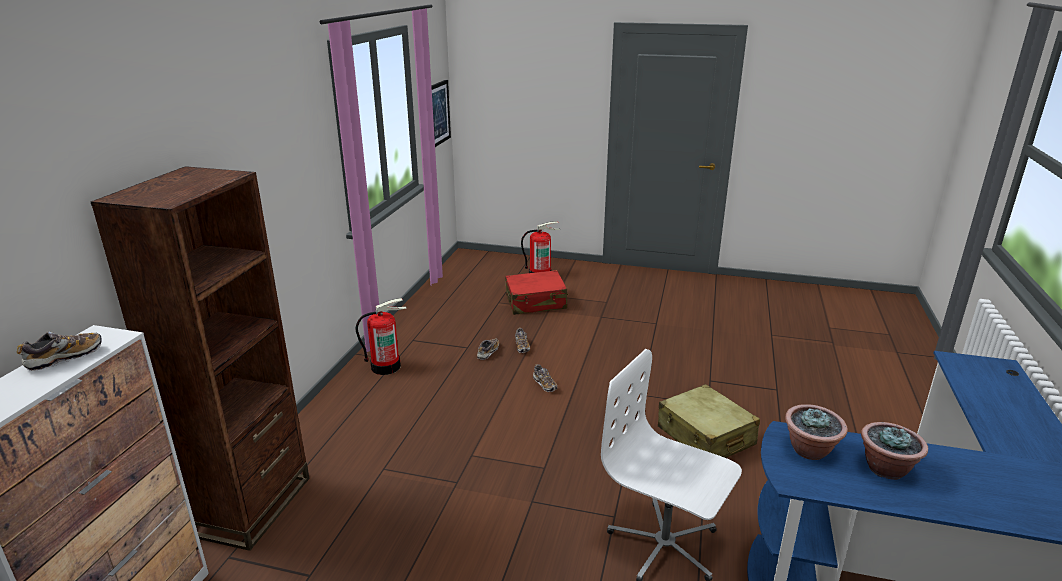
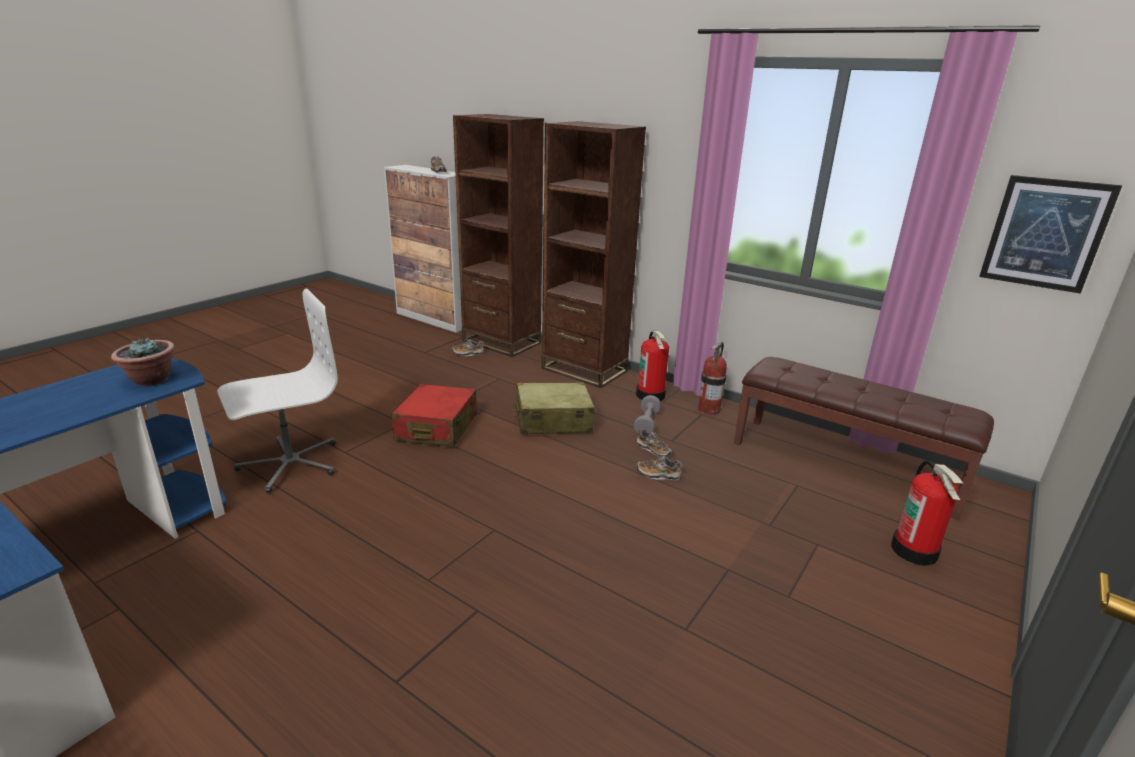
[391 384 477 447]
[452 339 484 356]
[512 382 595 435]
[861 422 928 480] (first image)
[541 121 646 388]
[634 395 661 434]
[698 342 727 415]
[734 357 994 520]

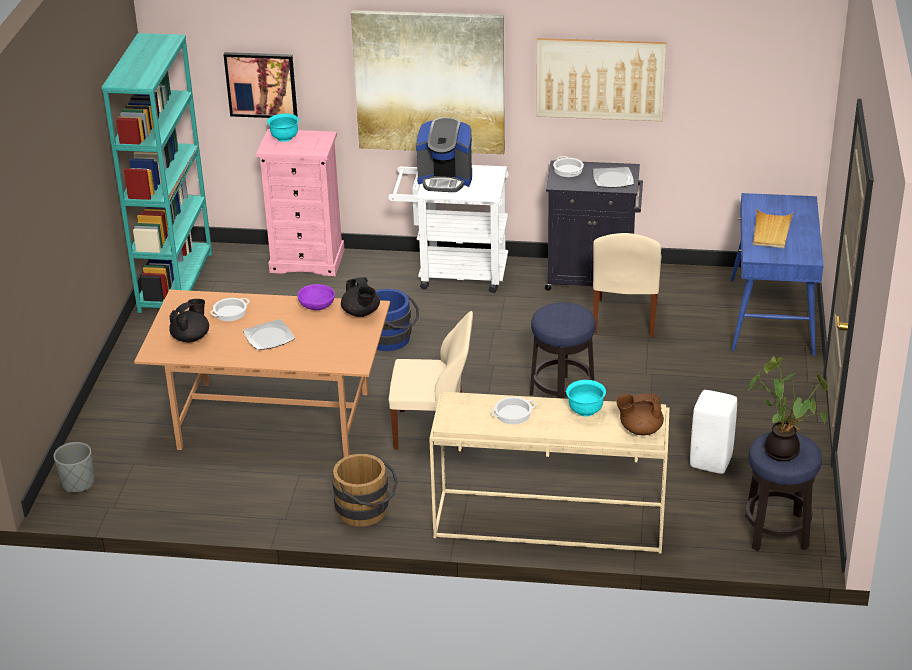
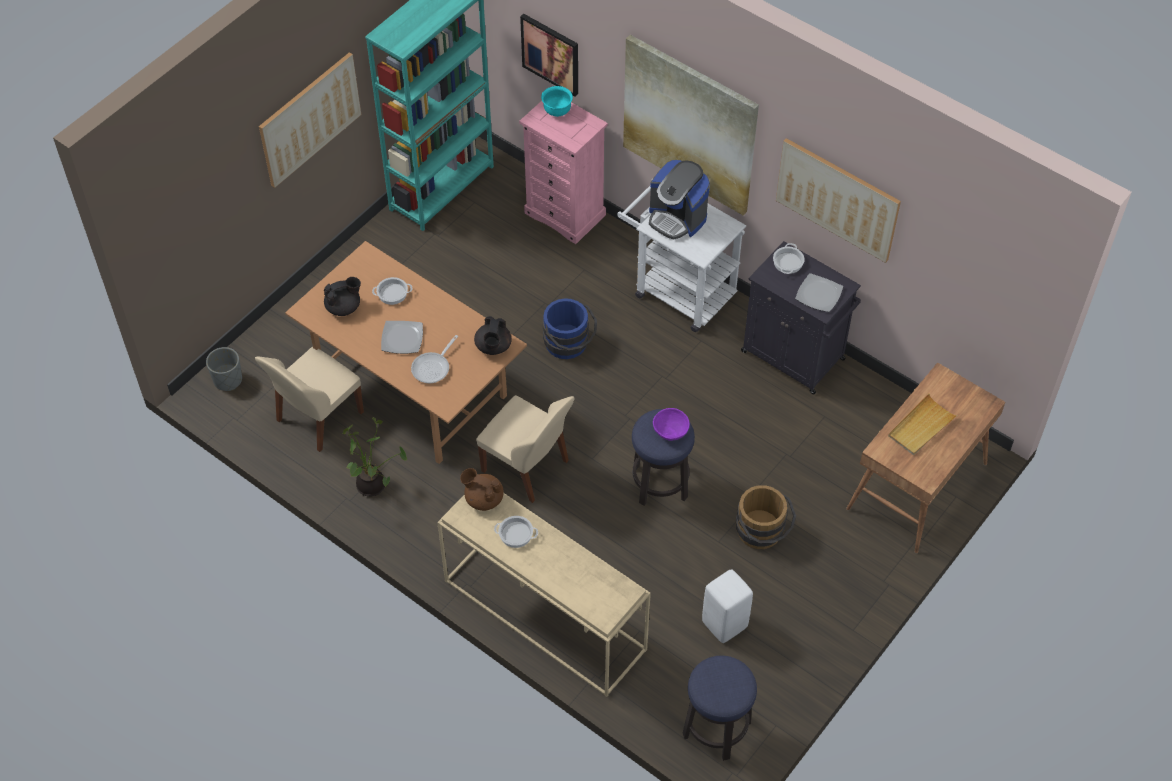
[653 408 690 441]
[736 485 796 549]
[566 380 606 416] (first image)
[255 346 364 452]
[460 468 504 511]
[846 362 1005 553]
[343 417 407 496]
[259 52 361 188]
[411 335 458 384]

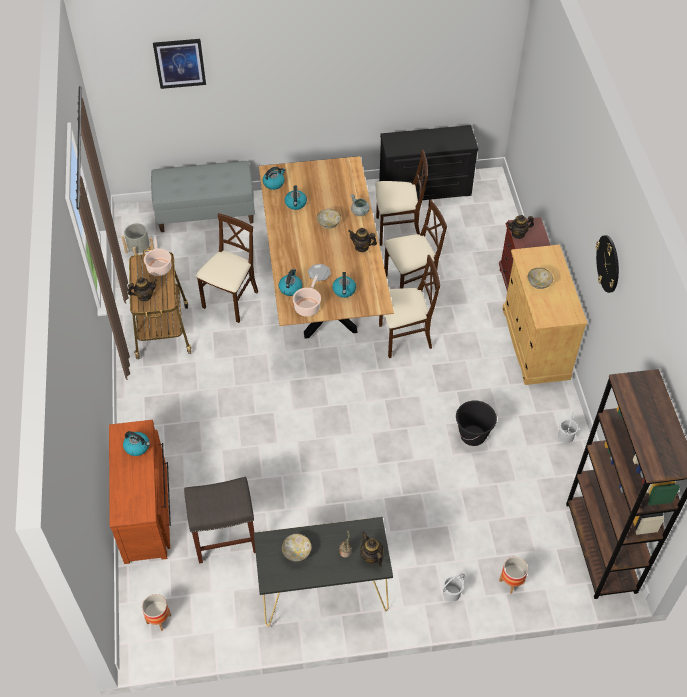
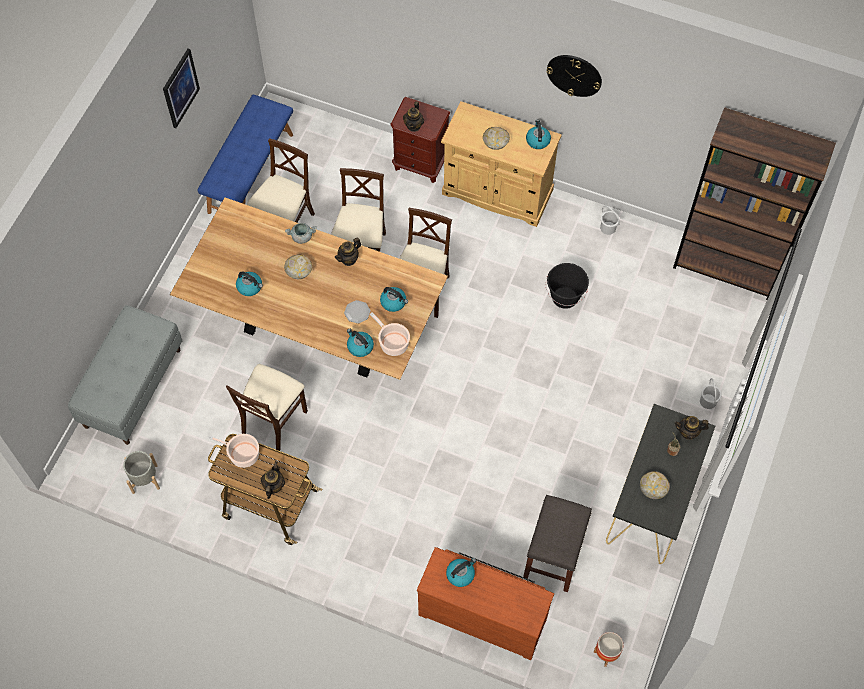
[163 49 200 128]
[226 364 308 451]
[526 120 551 149]
[197 95 293 214]
[499 557 528 594] (first image)

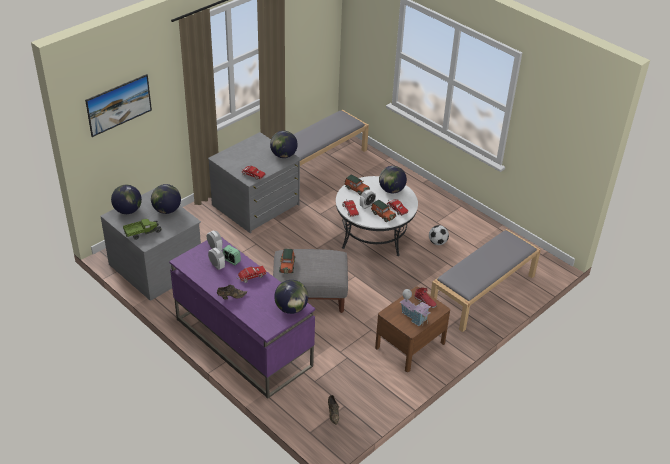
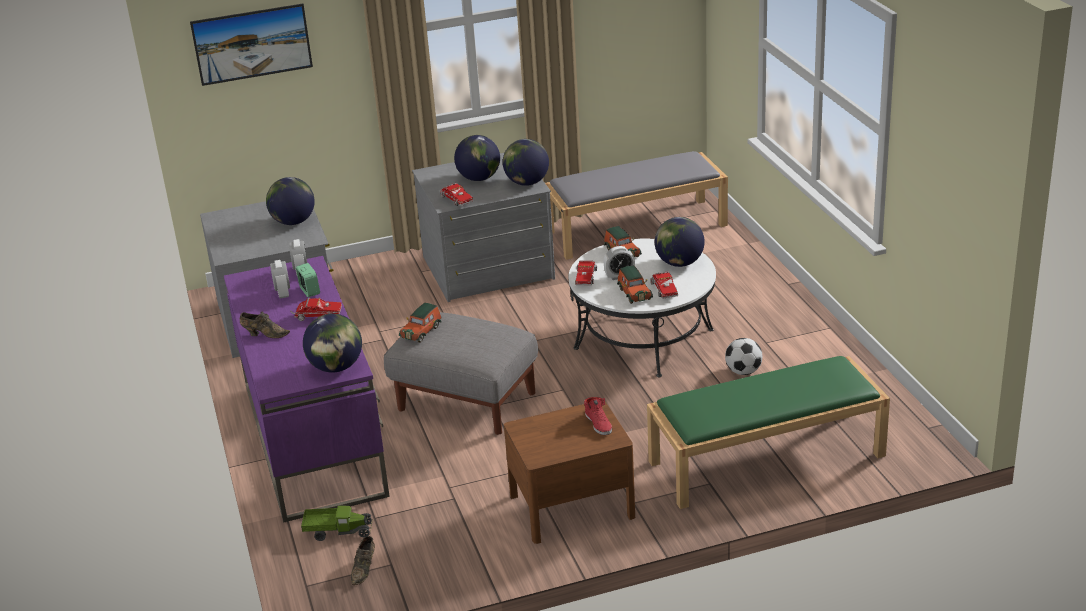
[454 135 500 181]
[301 506 373 541]
[400 289 430 326] (first image)
[647 356 890 509]

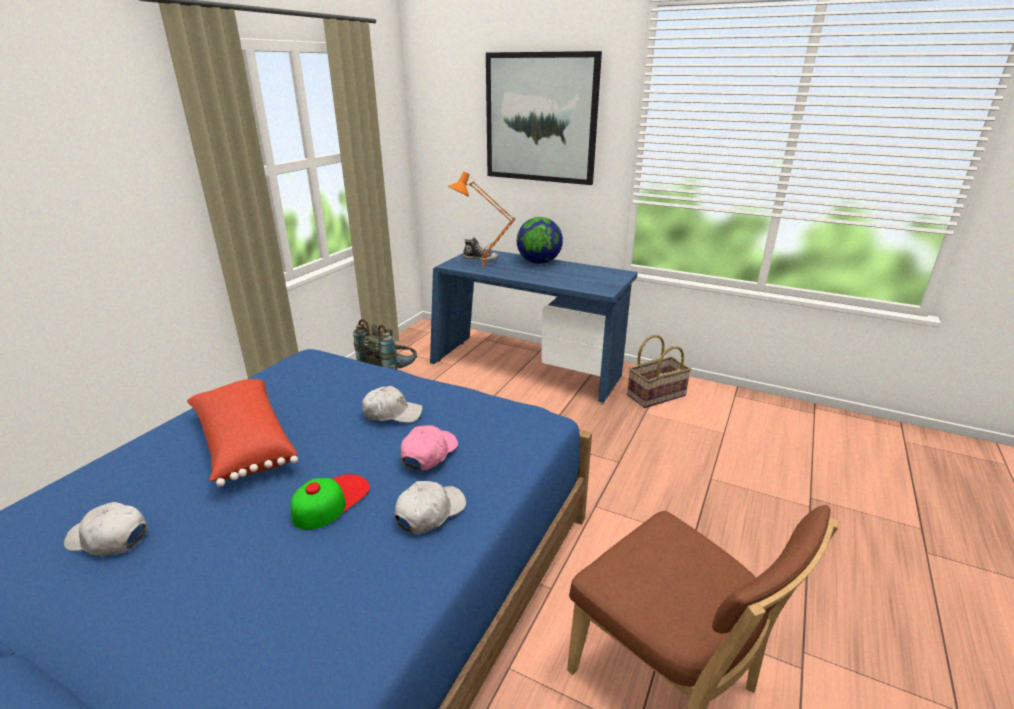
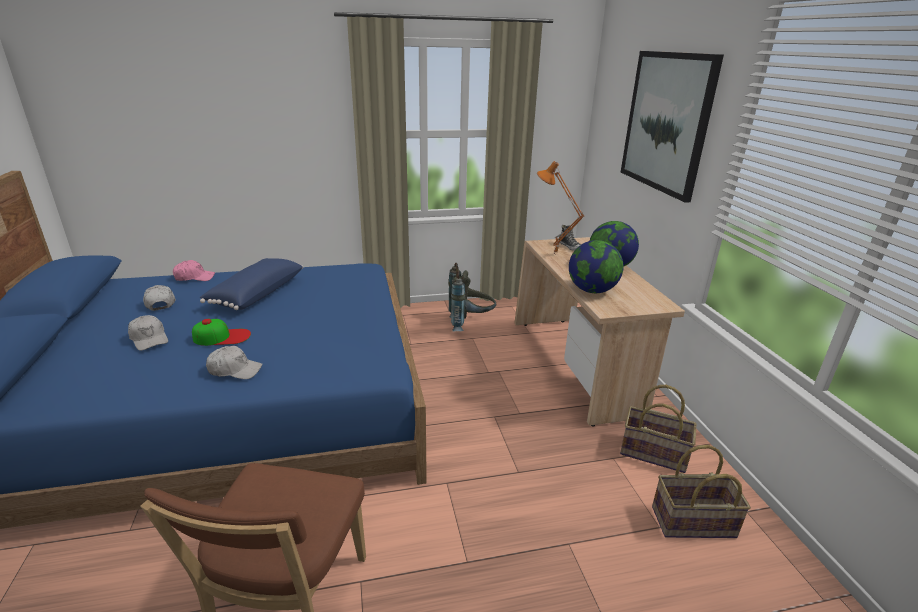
[200 258 303 310]
[128 315 168 351]
[173 260 215 281]
[515 237 685 426]
[569 240 624 293]
[652 445 751 538]

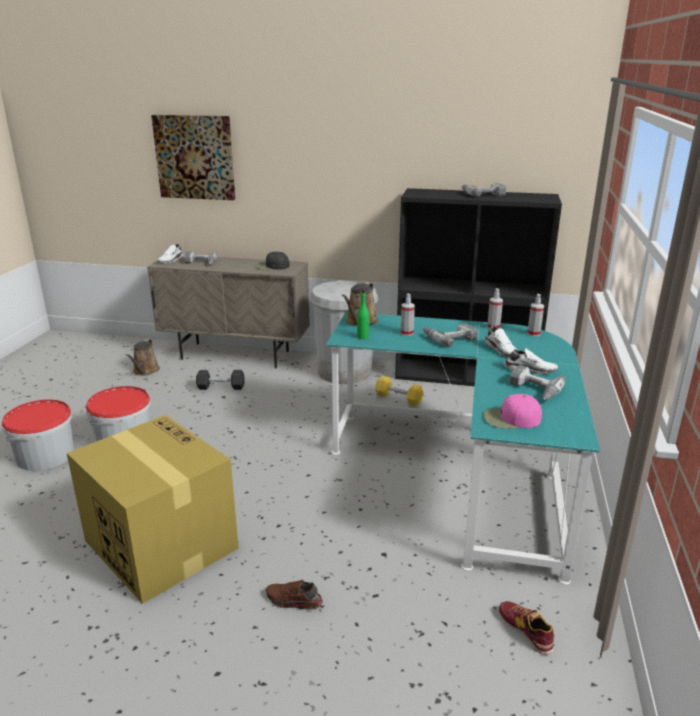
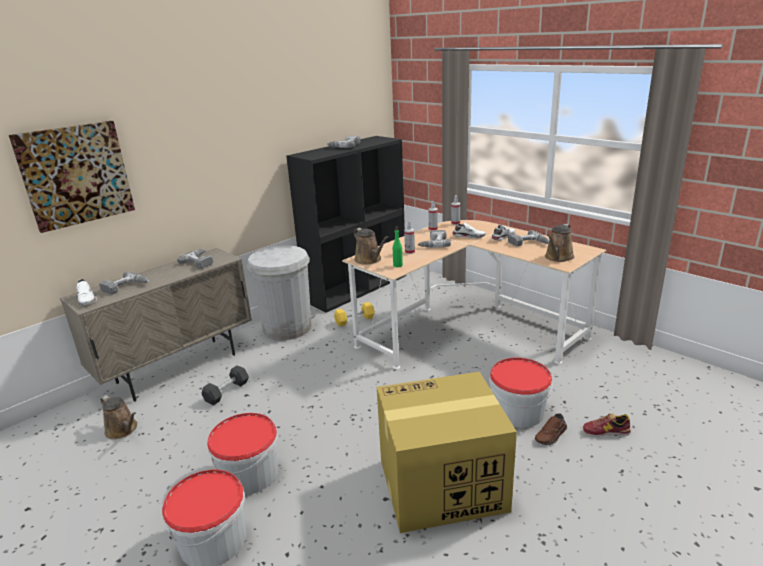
[177 249 213 269]
[342 220 606 369]
[545 224 574 262]
[583 413 631 437]
[489 357 553 428]

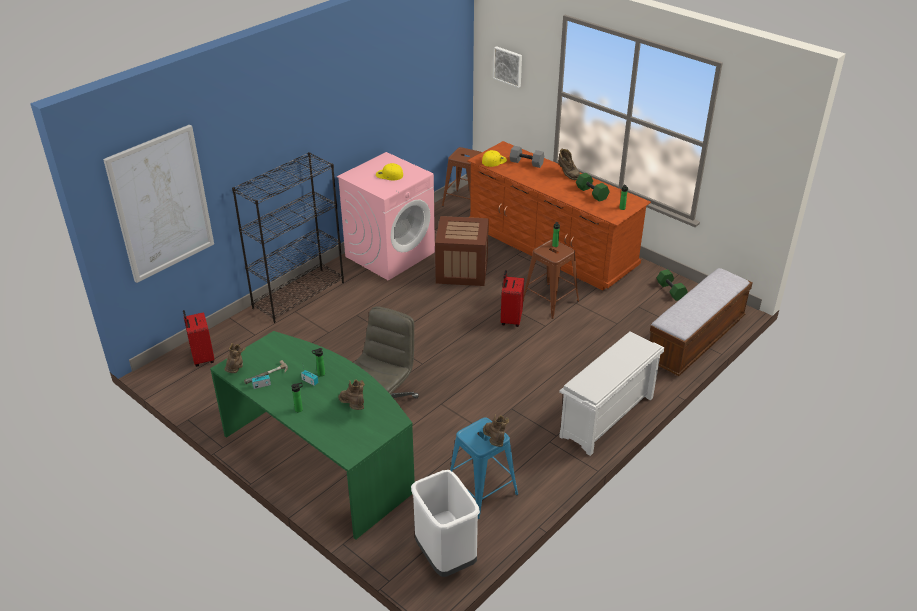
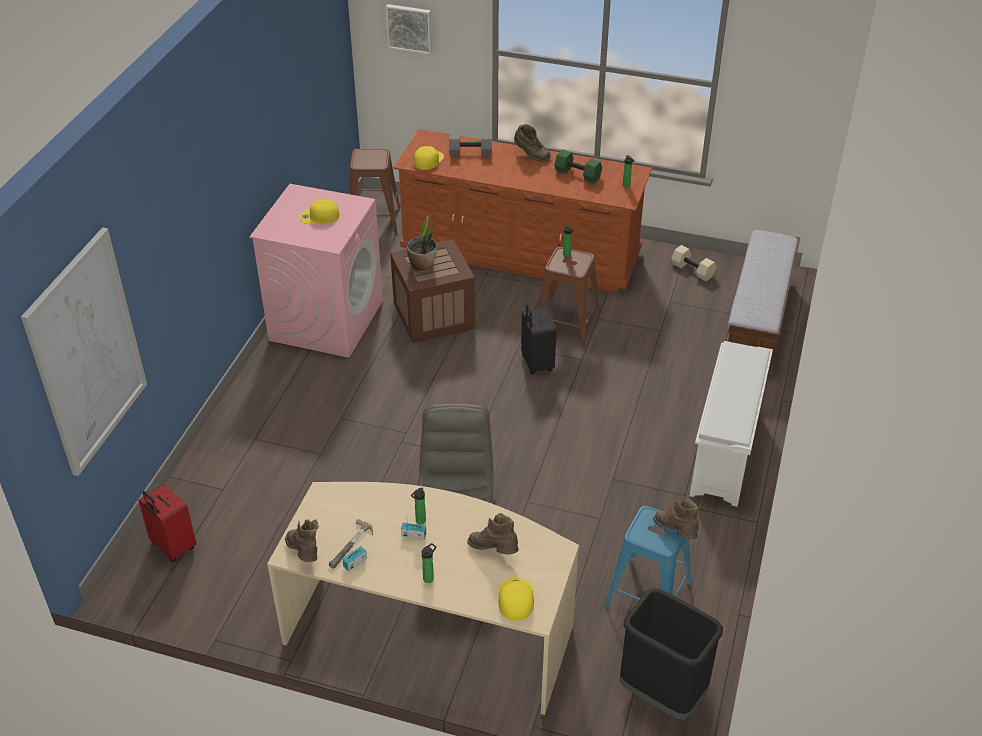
[267 482 579 715]
[232 152 344 323] (first image)
[619 588 723 720]
[521 304 556 375]
[671 245 716 281]
[407 215 437 272]
[498 578 534 621]

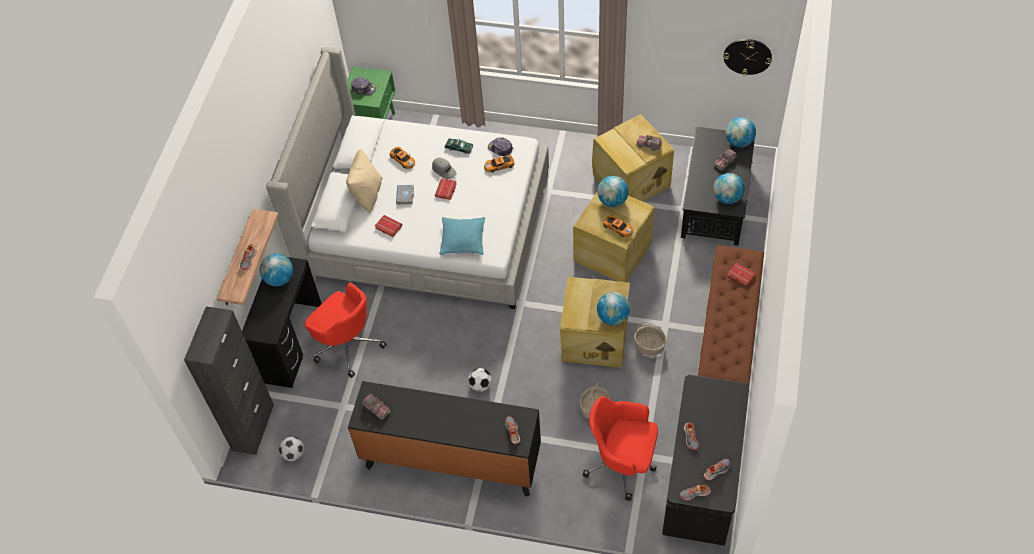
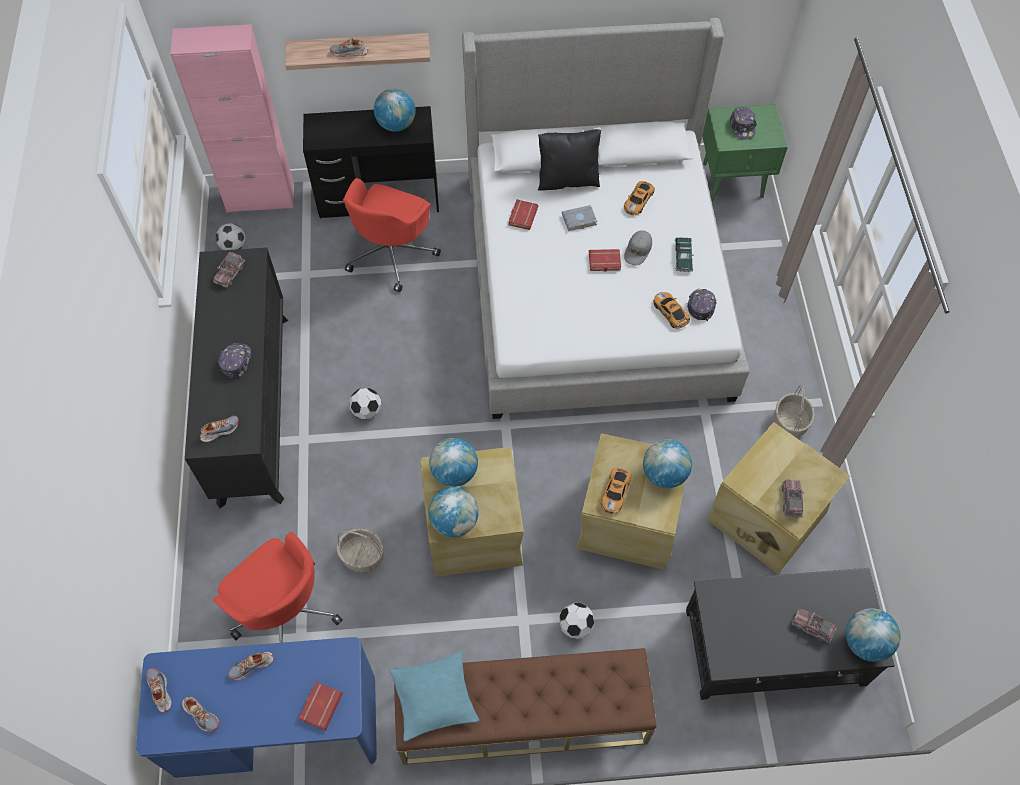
[170 24 294 213]
[538 129 601 191]
[389 651 479 742]
[213 532 343 643]
[774 385 815 438]
[136 637 377 778]
[429 438 478 487]
[724 39 772 76] (first image)
[299 682 343 730]
[218 343 251 378]
[559 602 594 639]

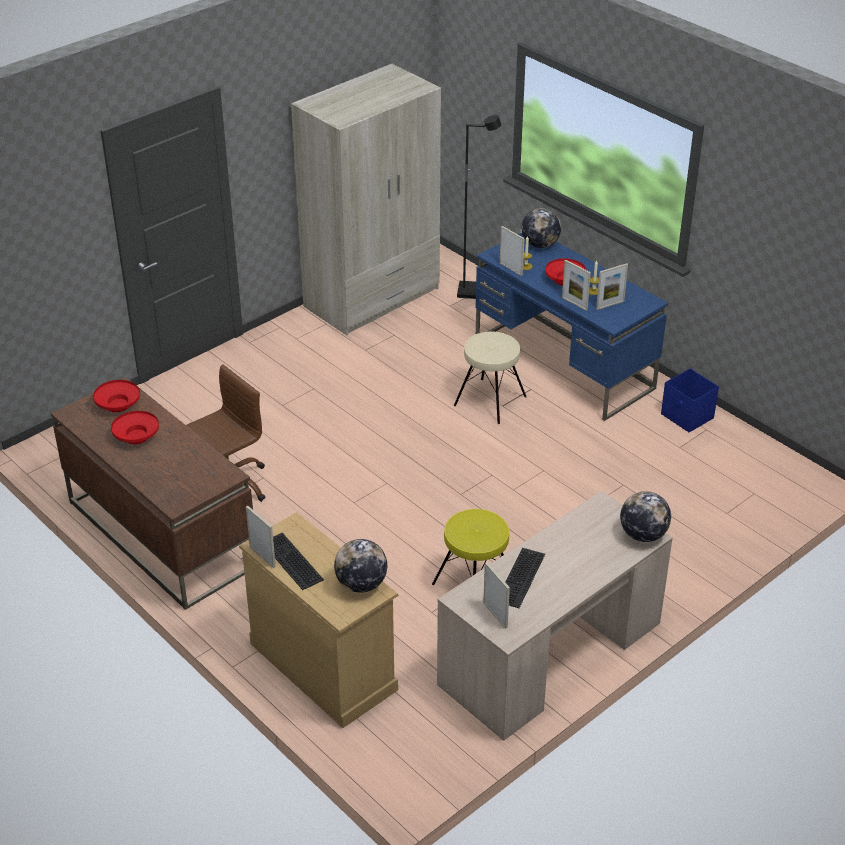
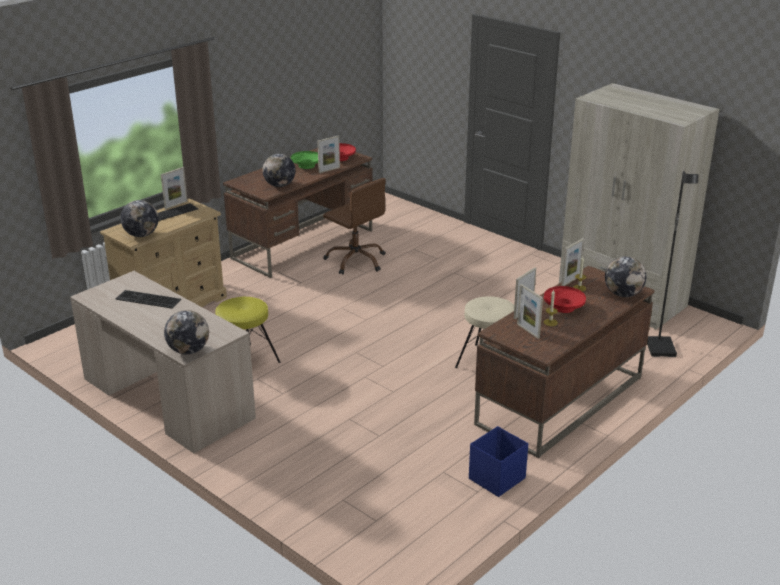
[291 151 318 169]
[474 266 655 458]
[317 136 340 173]
[262 154 296 187]

